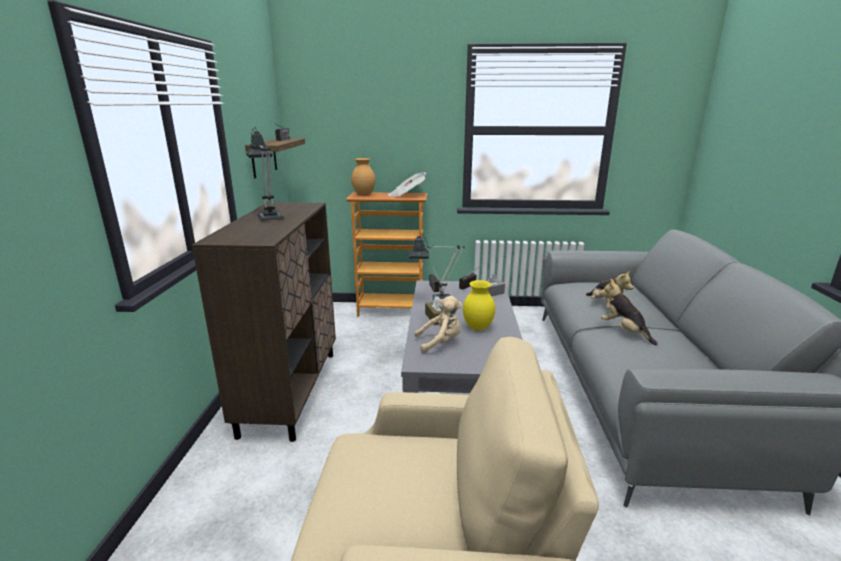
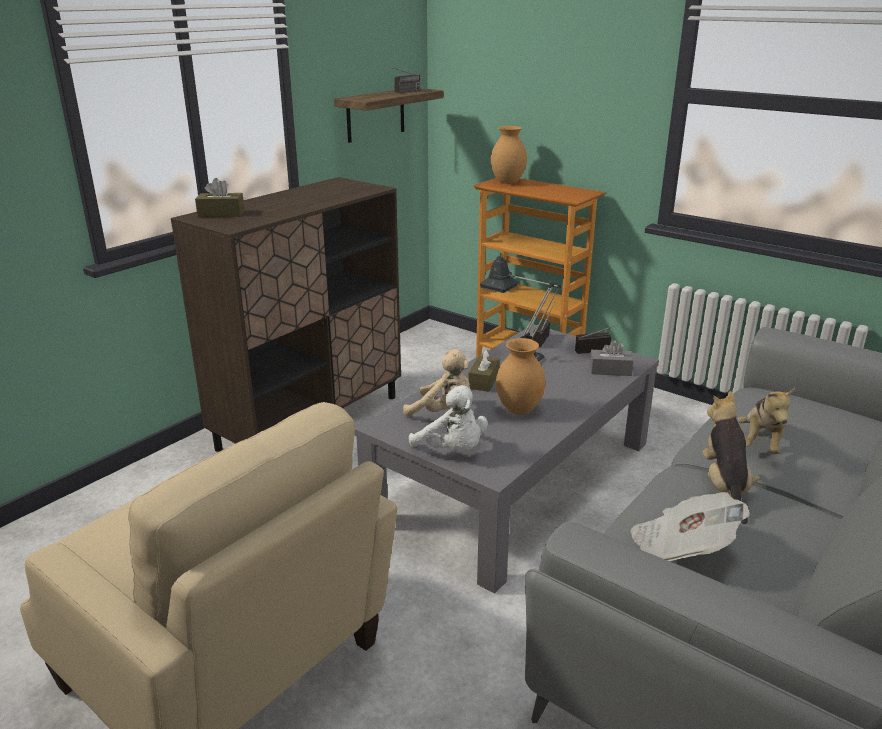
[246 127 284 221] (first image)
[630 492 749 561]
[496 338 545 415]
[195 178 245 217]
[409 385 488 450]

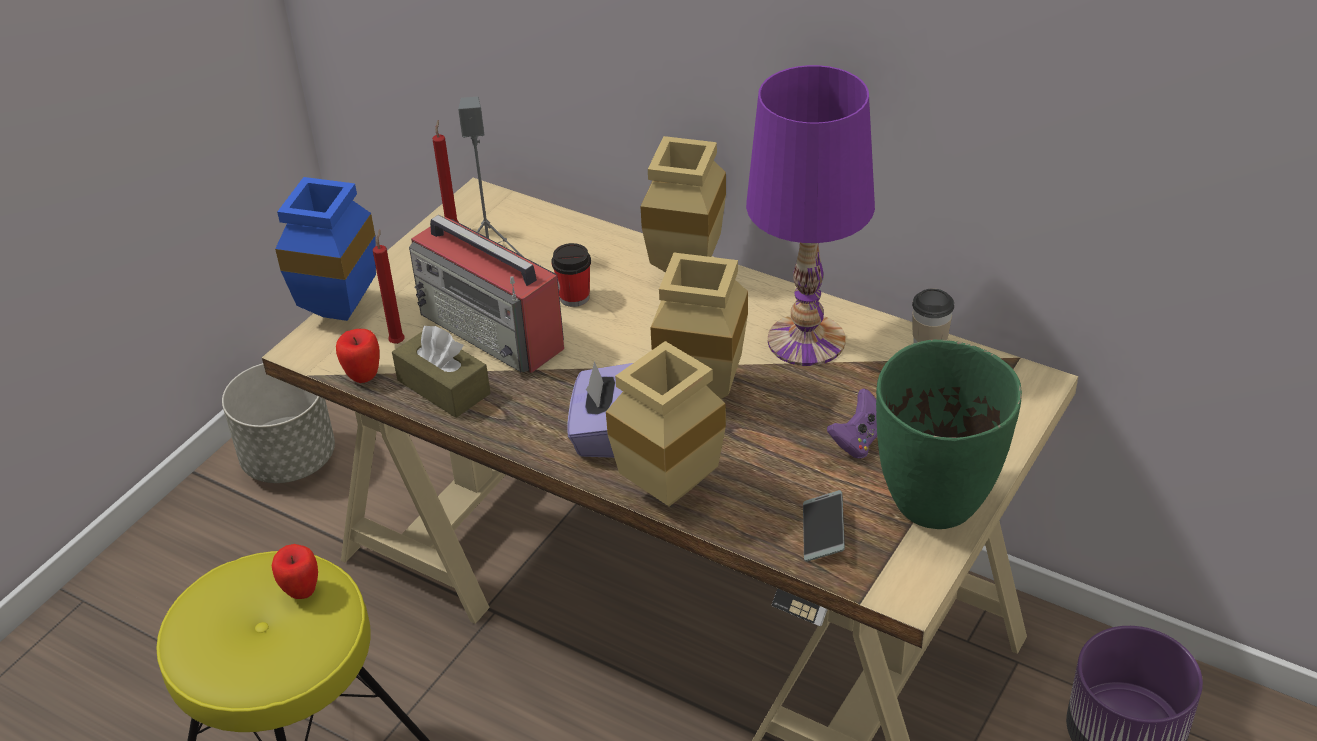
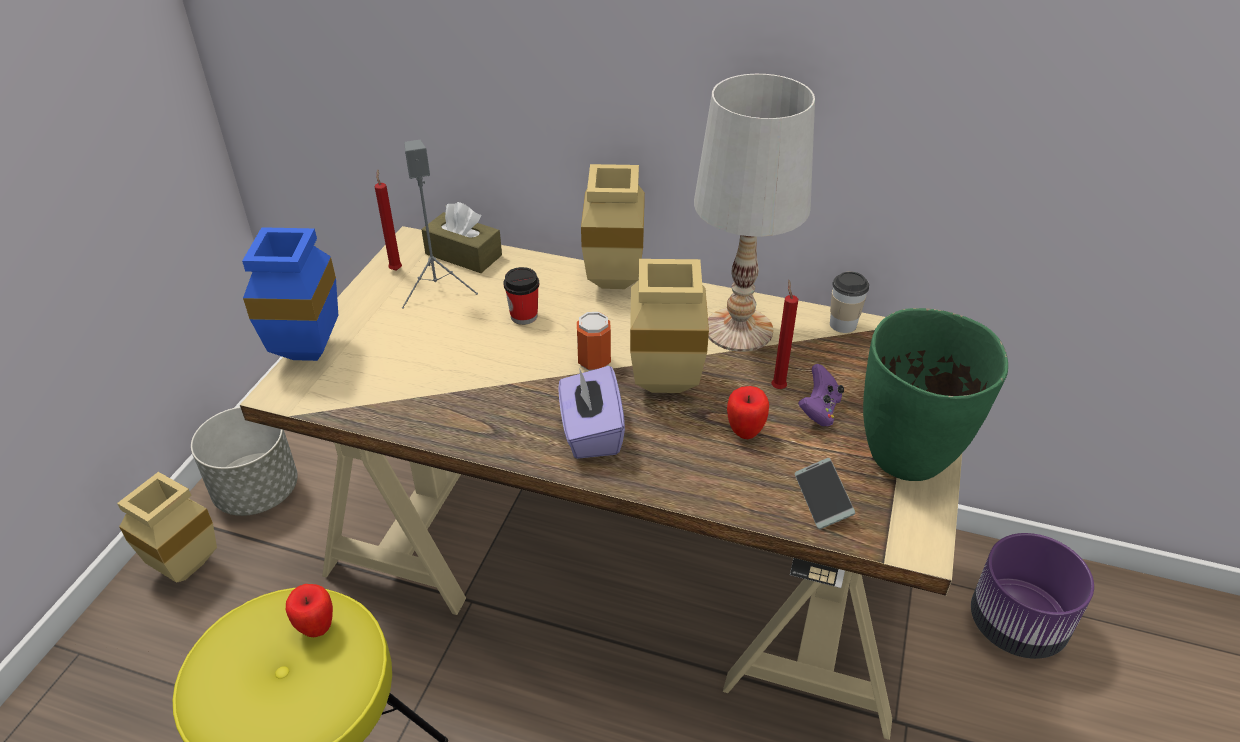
[727 386 769 439]
[772 280 798 389]
[421 202 502 273]
[409 215 564 373] (first image)
[117 472 217 583]
[694 74 815 352]
[577 312 611 371]

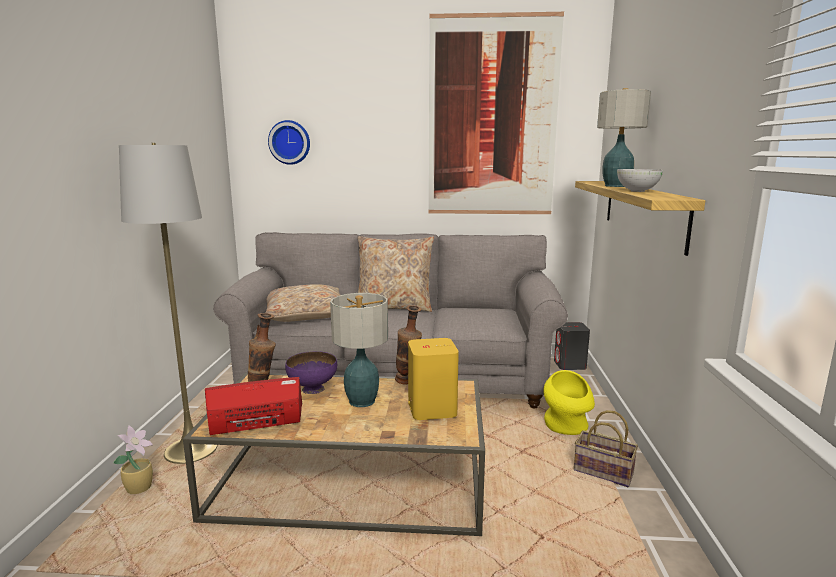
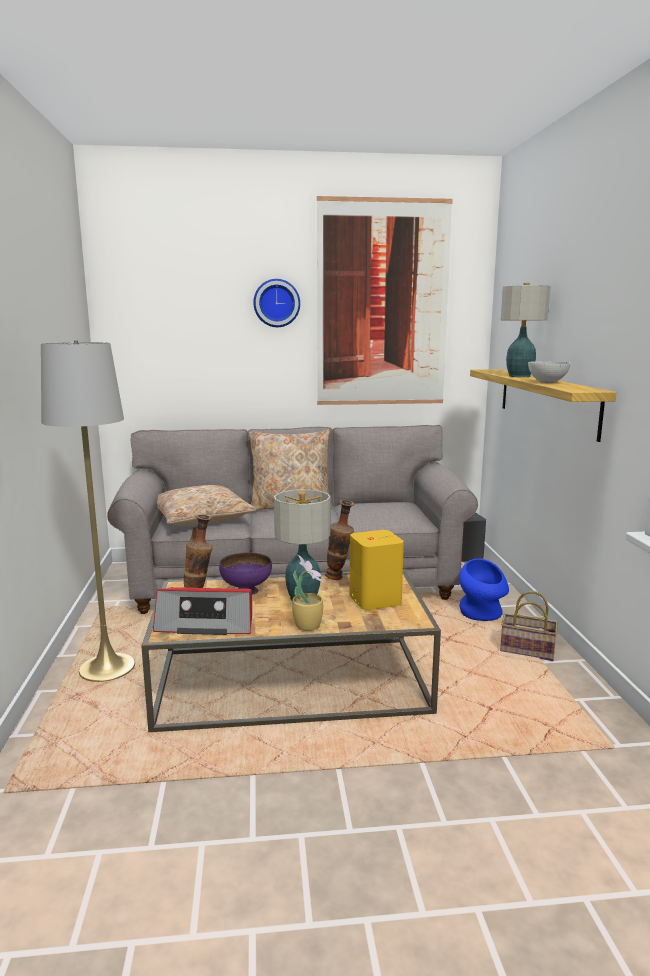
[292 555 324 631]
[153 587 252 635]
[253 279 300 327]
[459 558 509 621]

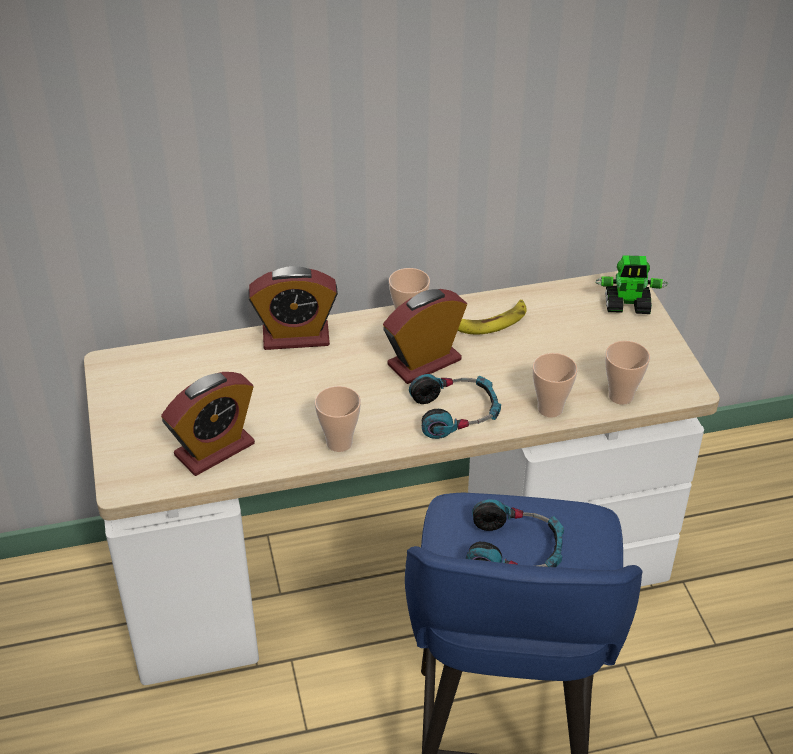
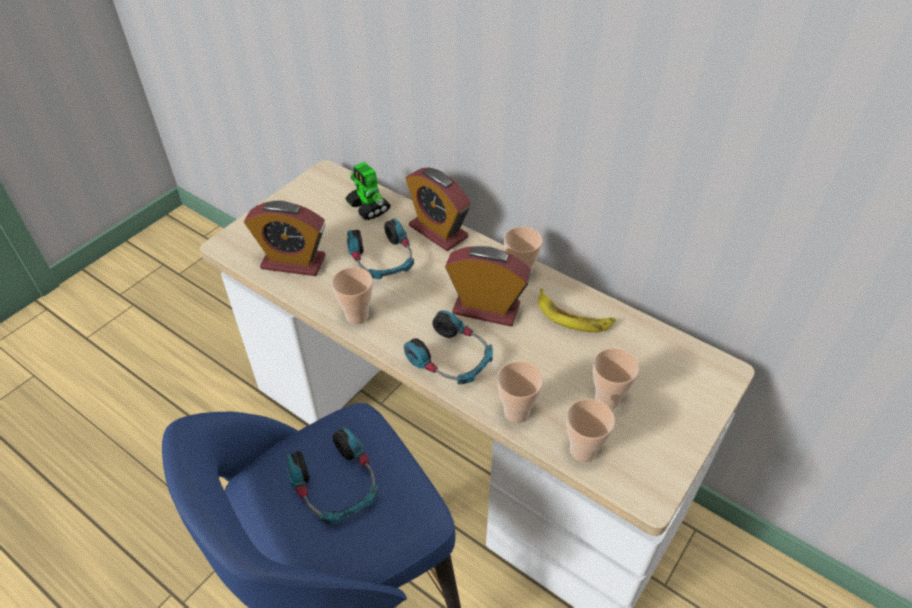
[345 162 391 220]
[347 218 414 279]
[593 348 639 409]

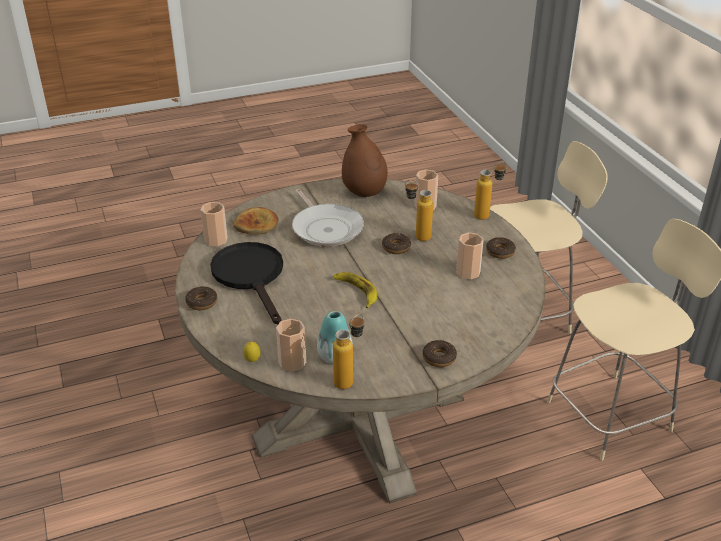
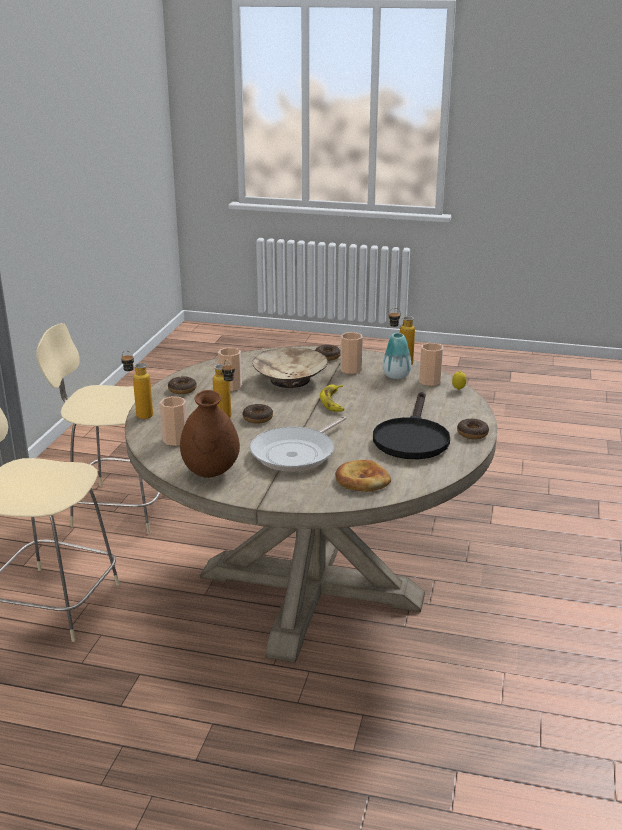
[340 332 363 374]
[250 416 347 471]
[252 347 328 388]

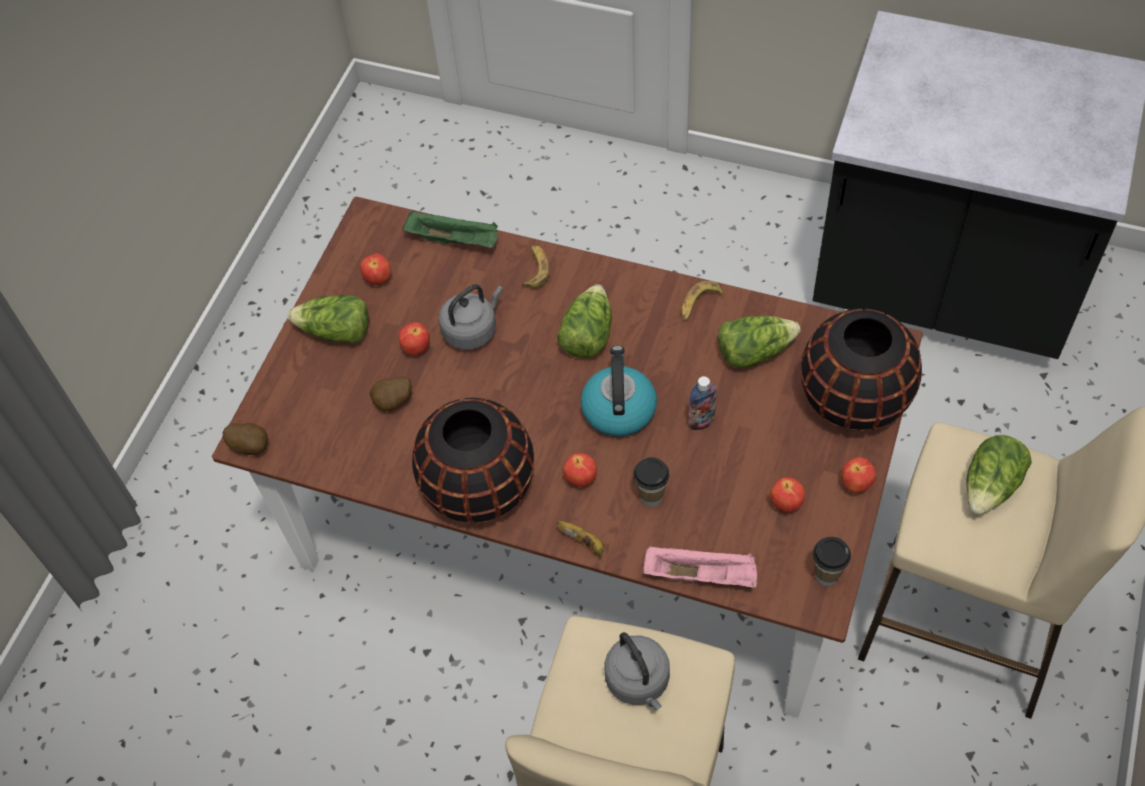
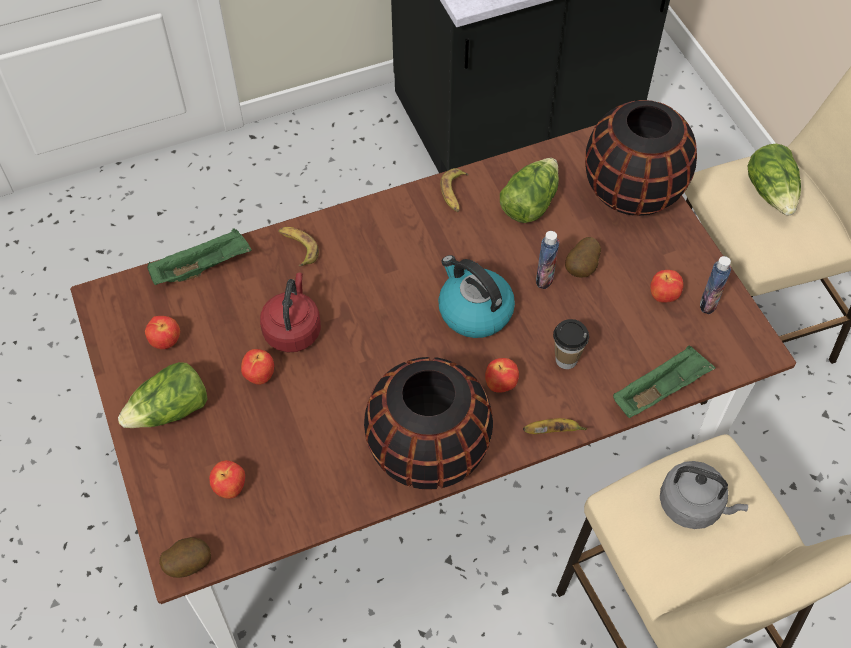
[565 237 601 278]
[260 273 321 352]
[557 284 612 359] (first image)
[613 345 716 418]
[813 537 851 586] (first image)
[209 460 245 499]
[700 256 731 314]

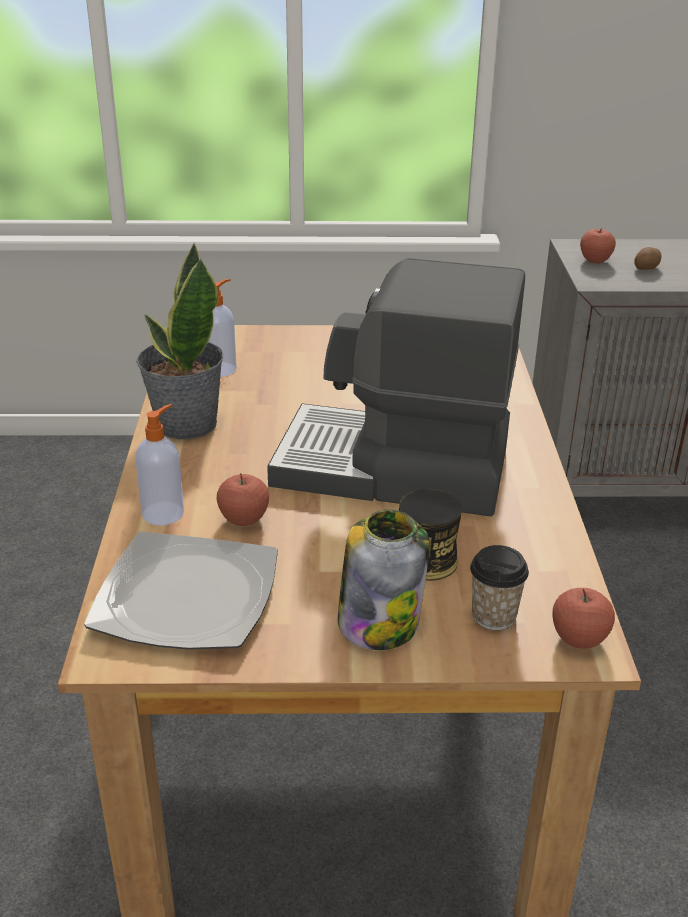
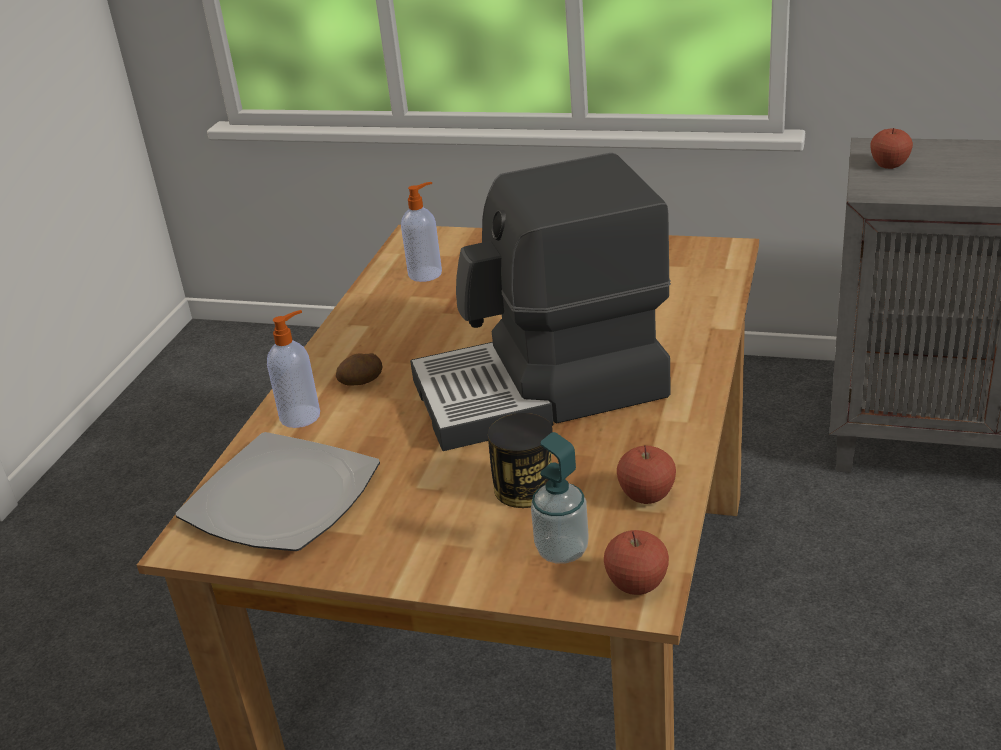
[136 243 224 439] (first image)
[617 445 676 504]
[410 153 671 451]
[338 510 430 650] (first image)
[531 432 589 563]
[336 353 382 386]

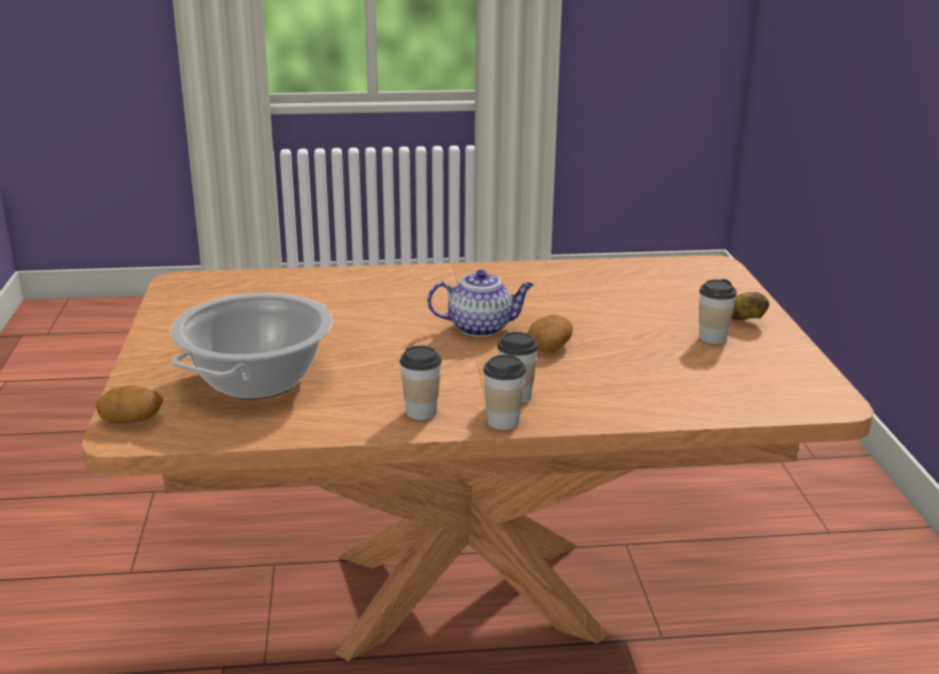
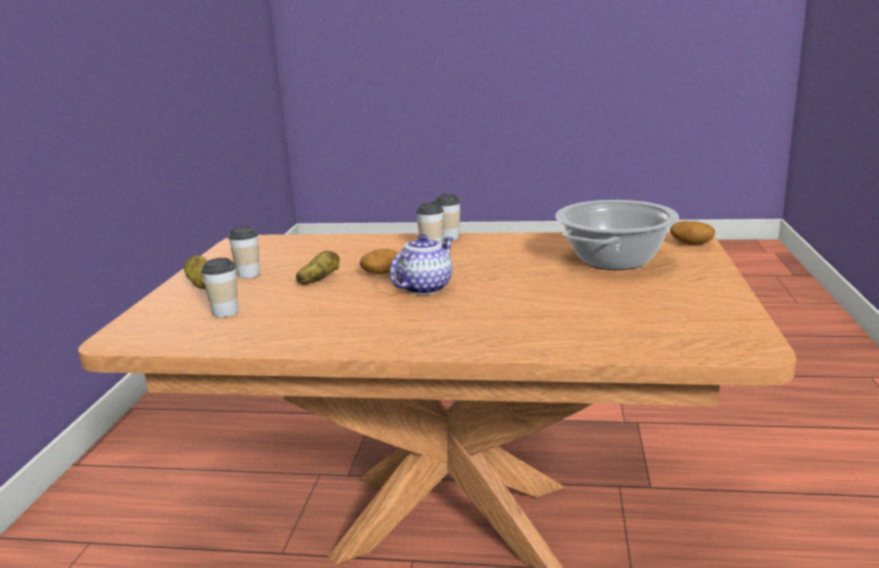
[201 258 238 317]
[390 234 453 295]
[296 251 339 285]

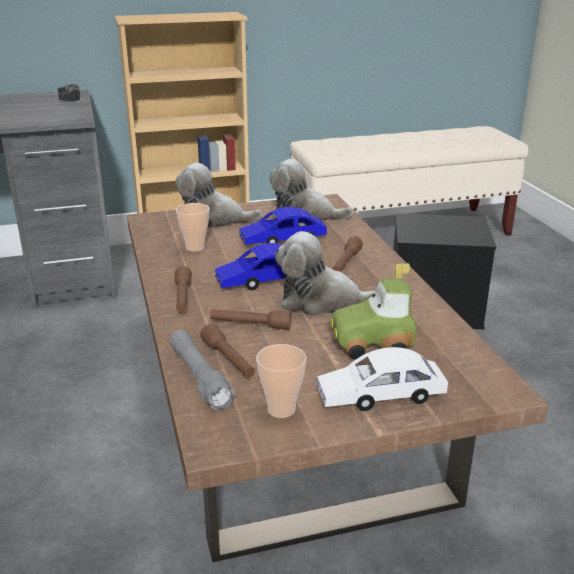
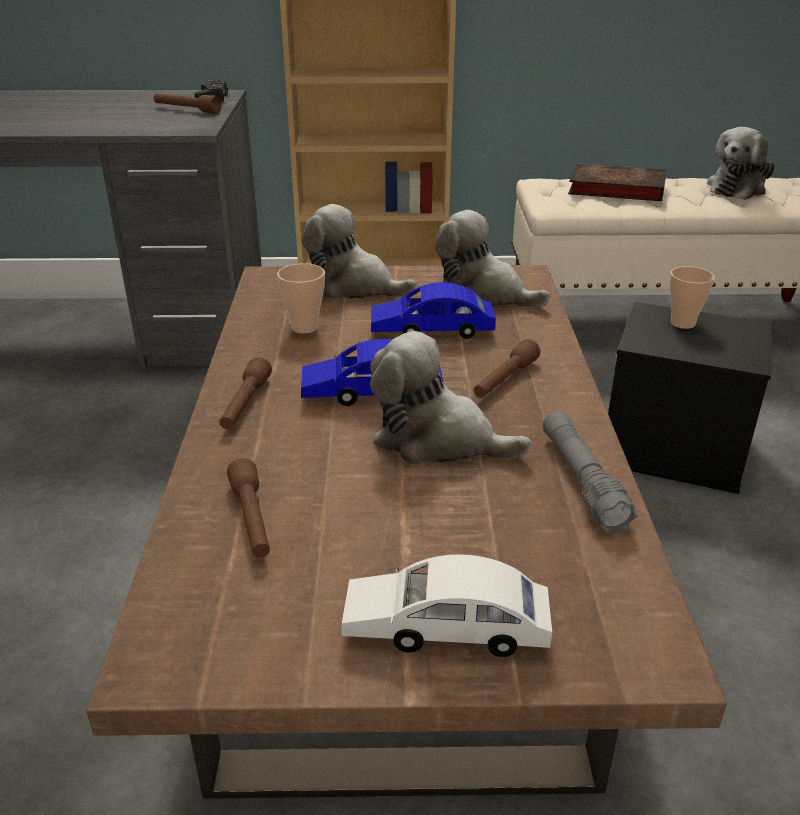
[543 411 638 533]
[154 93 222 114]
[670 266 715 329]
[330 263 417 360] (first image)
[568 163 667 201]
[707 127 775 200]

